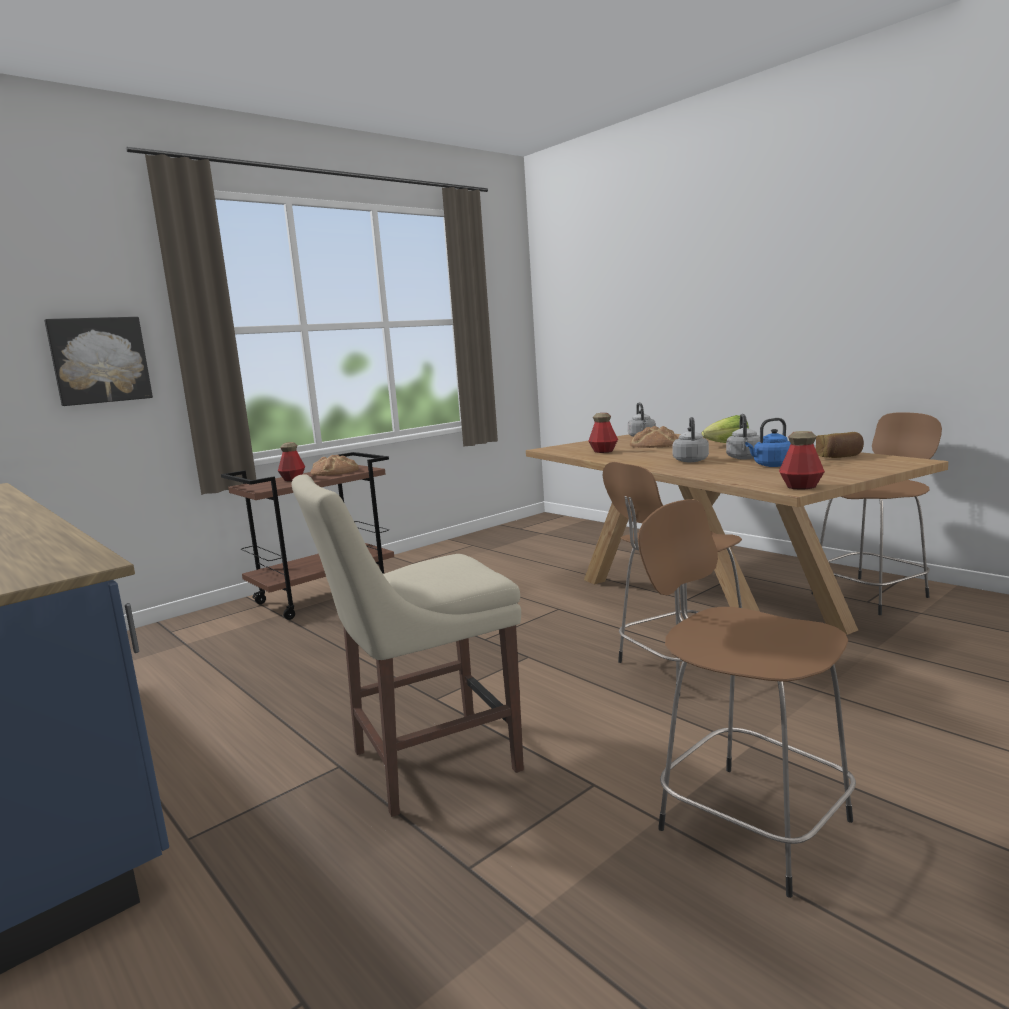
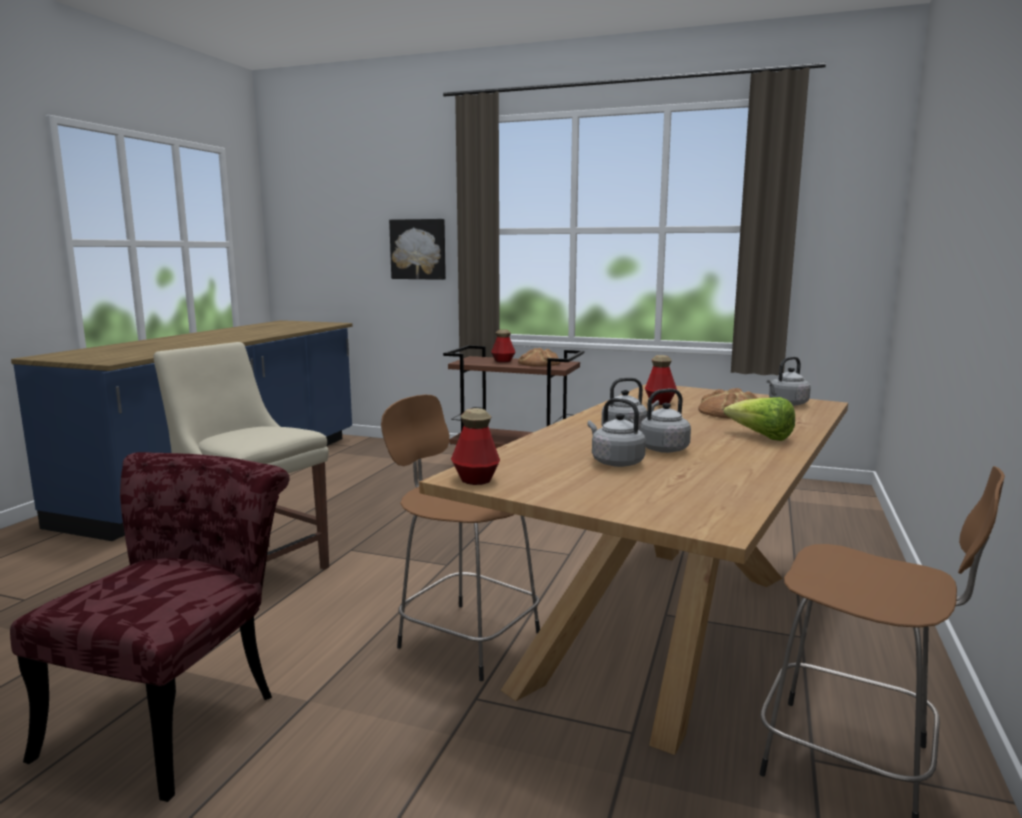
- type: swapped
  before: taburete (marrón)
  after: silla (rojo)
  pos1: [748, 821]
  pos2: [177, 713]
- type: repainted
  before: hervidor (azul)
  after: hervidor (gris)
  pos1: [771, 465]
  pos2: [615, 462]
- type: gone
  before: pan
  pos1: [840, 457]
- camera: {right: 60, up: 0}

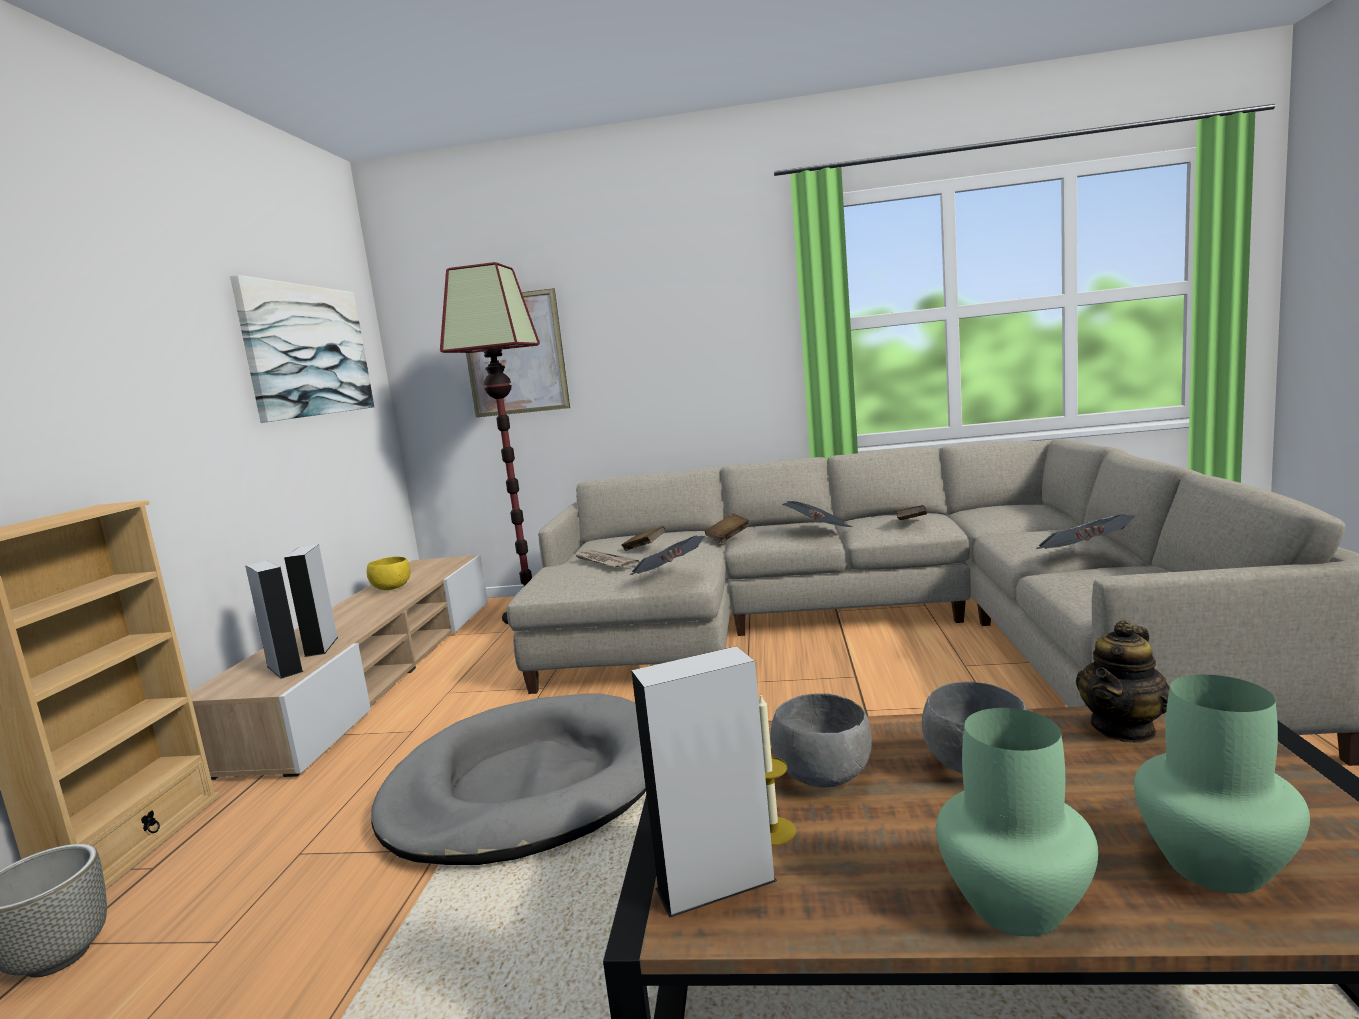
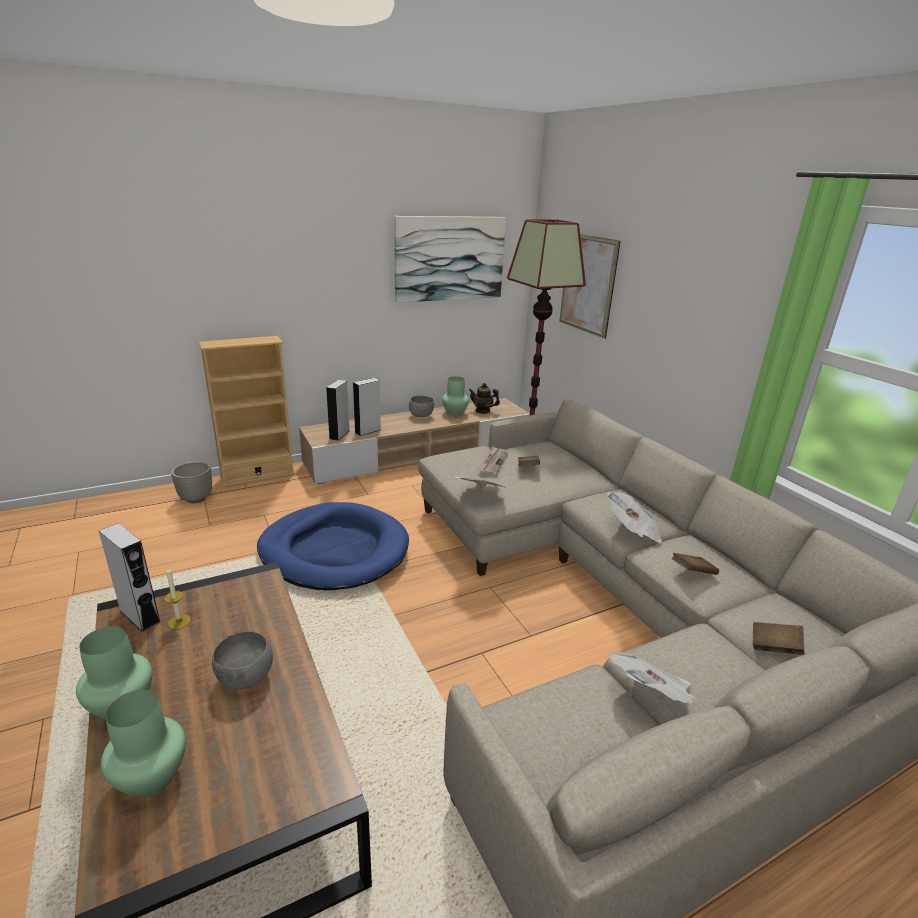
- type: repainted
  before: cama para perro (gris)
  after: cama para perro (azul)
  pos1: [528, 786]
  pos2: [334, 551]
- type: shifted
  before: cuenco (gris)
  pos1: [822, 776]
  pos2: [421, 416]
- type: swapped
  before: cuenco (amarillo)
  after: florero (verde)
  pos1: [391, 588]
  pos2: [455, 413]
- type: shifted
  before: tetera
  pos1: [1124, 728]
  pos2: [483, 411]
- type: shifted
  before: libro (marrón)
  pos1: [728, 538]
  pos2: [774, 647]
- camera: {right: 55, up: 15}

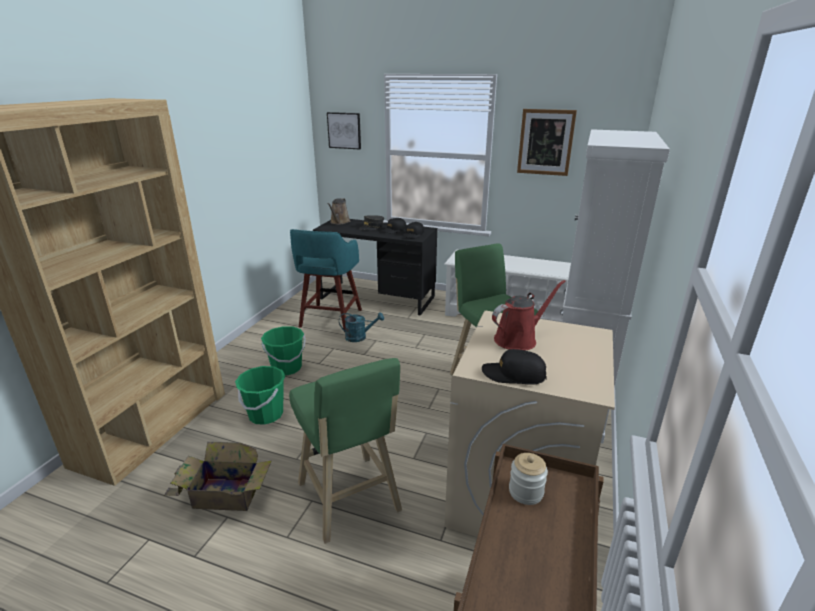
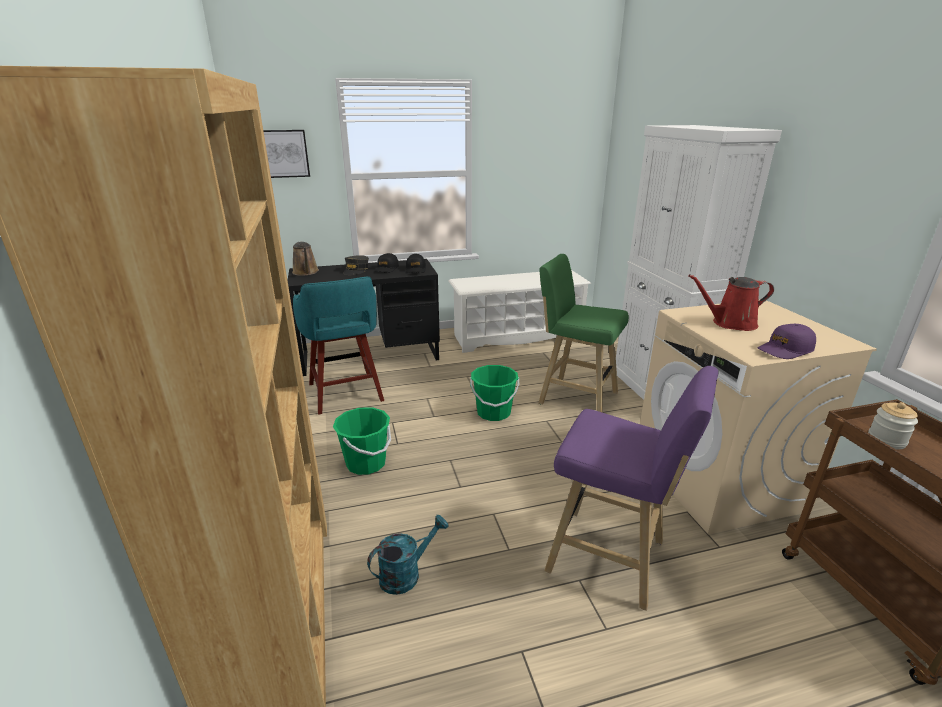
- type: shifted
  before: regadera (turquesa)
  pos1: [360, 337]
  pos2: [406, 573]
- type: shifted
  before: cubo (verde)
  pos1: [265, 414]
  pos2: [493, 413]
- type: repainted
  before: taburete (verde)
  after: taburete (morado)
  pos1: [350, 501]
  pos2: [611, 559]
- type: rotated
  before: regadera (rojo)
  pos1: [518, 339]
  pos2: [730, 323]
  turn: -120
- type: repainted
  before: gorra (negro)
  after: gorra (morado)
  pos1: [513, 374]
  pos2: [785, 350]
- type: gone
  before: caja de cartón
  pos1: [224, 494]
- type: gone
  before: cuadro
  pos1: [545, 142]
- camera: {right: -35, up: 0}

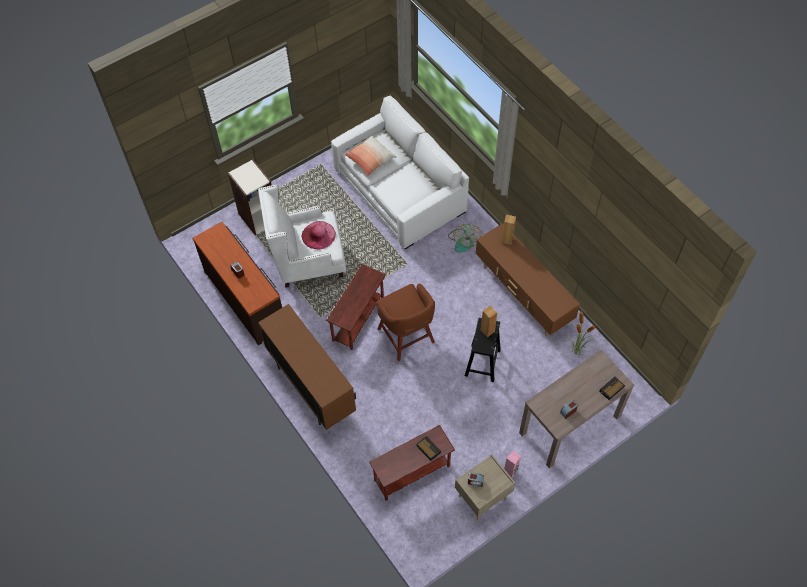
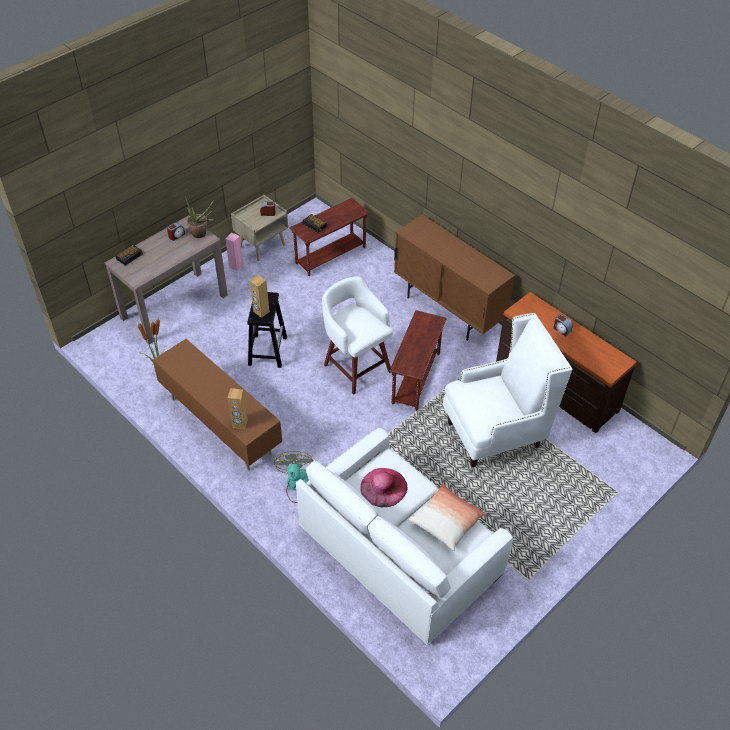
- type: new
  after: planta en maceta
  pos2: [201, 234]
- type: repainted
  before: taburete (marrón)
  after: taburete (blanco)
  pos1: [406, 337]
  pos2: [356, 366]
- type: shifted
  before: sombrero (rosa)
  pos1: [318, 235]
  pos2: [383, 487]
- type: gone
  before: estantería
  pos1: [258, 217]
- camera: {right: 170, up: -10}

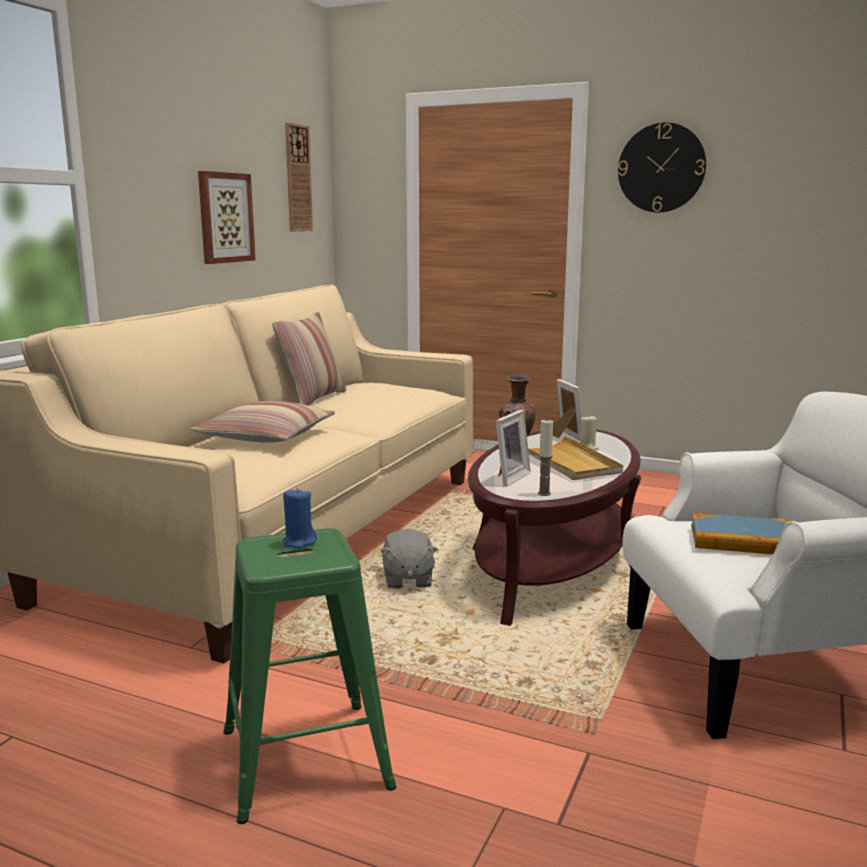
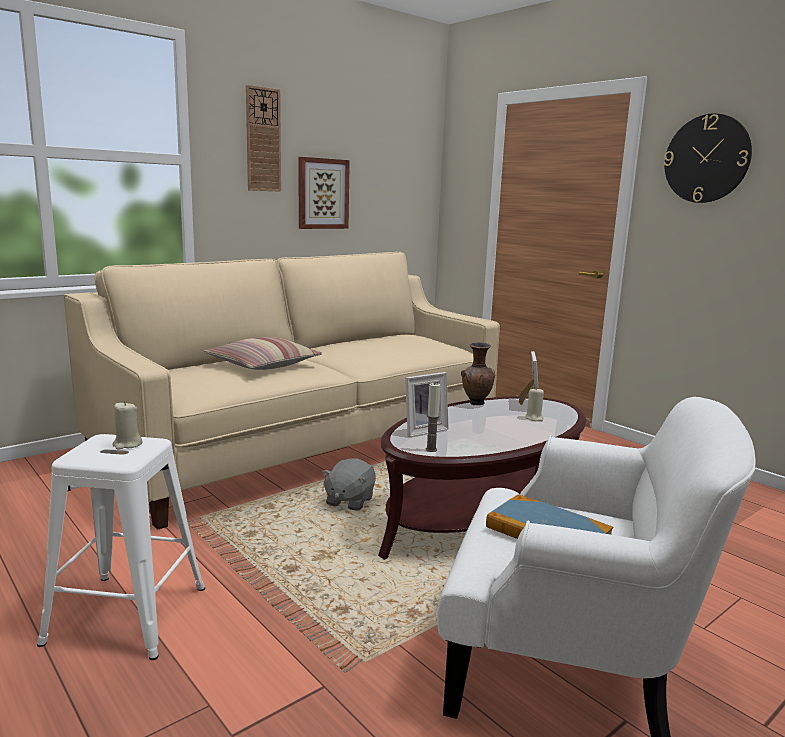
- type: repainted
  before: taburete (verde)
  after: taburete (blanco)
  pos1: [303, 759]
  pos2: [124, 615]
- type: repainted
  before: vela (azul)
  after: vela (beis)
  pos1: [299, 542]
  pos2: [127, 444]
- type: shifted
  before: reloj de pared
  pos1: [298, 178]
  pos2: [263, 140]
- type: gone
  before: cojín
  pos1: [313, 399]
- type: gone
  before: bandeja (beis)
  pos1: [567, 462]
- camera: {right: 25, up: 0}

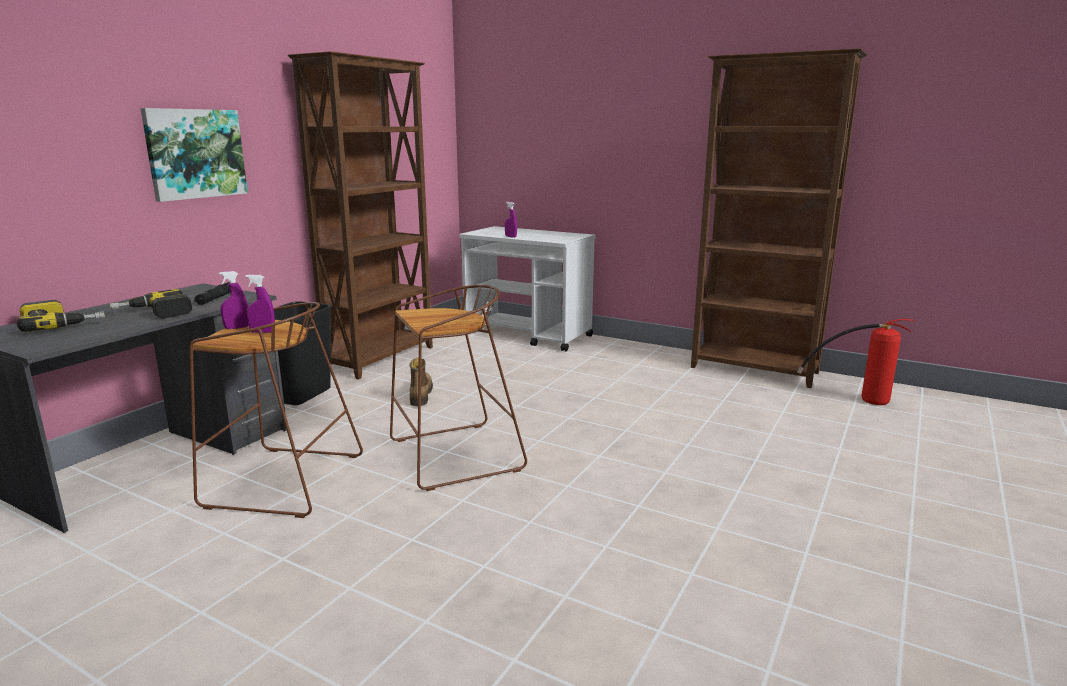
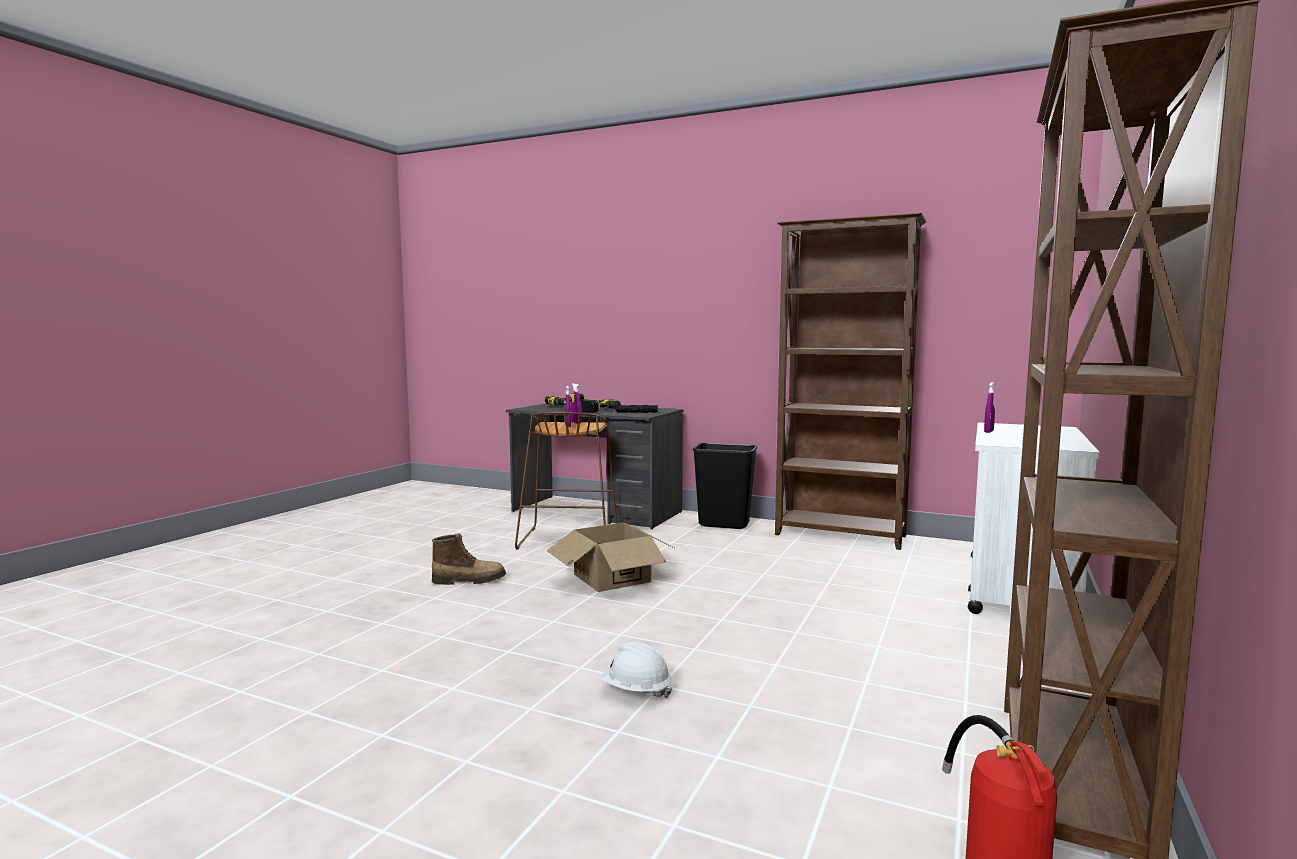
- type: shifted
  before: bota
  pos1: [420, 395]
  pos2: [469, 580]
- type: swapped
  before: taburete (marrón)
  after: caja de cartón
  pos1: [453, 456]
  pos2: [611, 578]
- type: new
  after: casco (blanco)
  pos2: [636, 691]
- type: gone
  before: cuadro
  pos1: [195, 153]
- camera: {right: 85, up: -10}

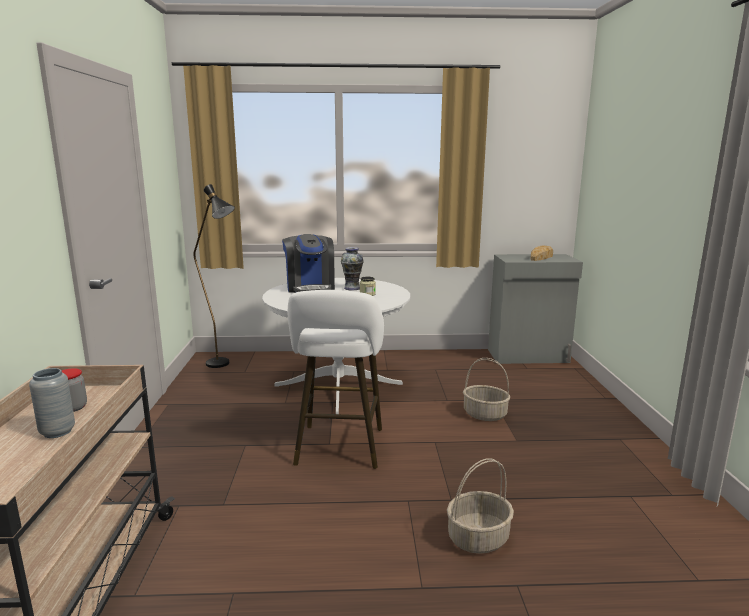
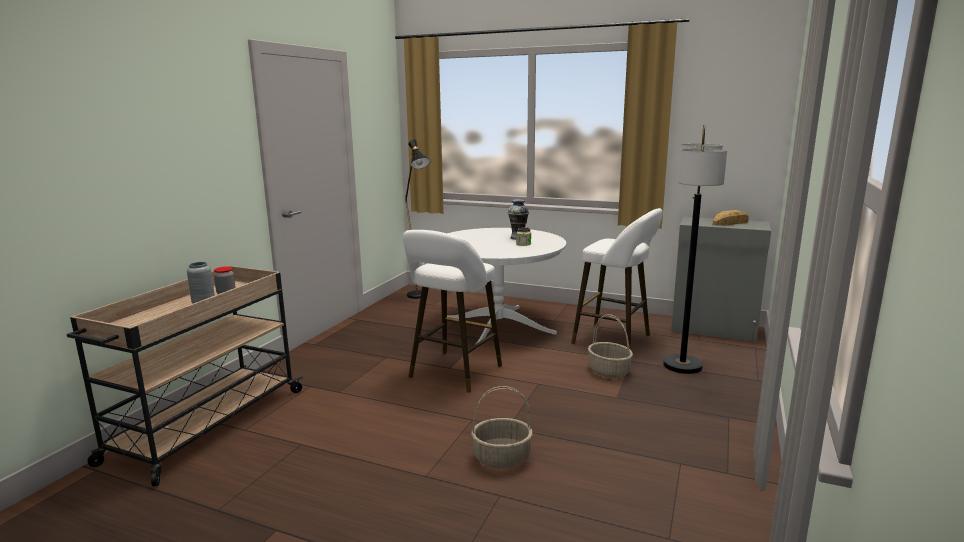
- type: new
  after: taburete (blanco)
  pos2: [616, 340]
- type: new
  after: lámpara de pie
  pos2: [682, 365]
- type: gone
  before: cafetera
  pos1: [310, 288]
- camera: {right: 25, up: 0}

